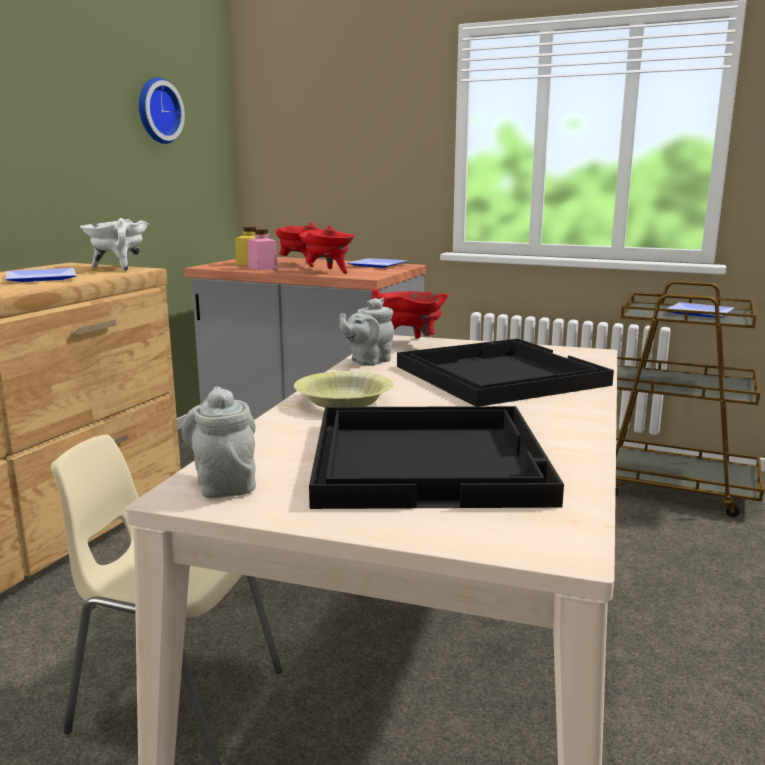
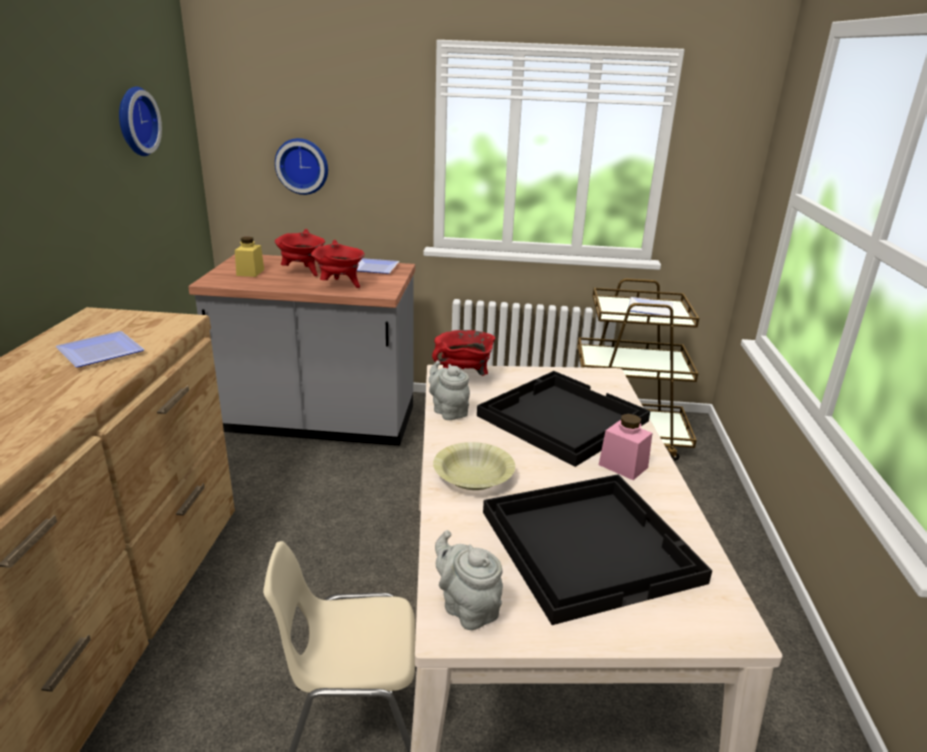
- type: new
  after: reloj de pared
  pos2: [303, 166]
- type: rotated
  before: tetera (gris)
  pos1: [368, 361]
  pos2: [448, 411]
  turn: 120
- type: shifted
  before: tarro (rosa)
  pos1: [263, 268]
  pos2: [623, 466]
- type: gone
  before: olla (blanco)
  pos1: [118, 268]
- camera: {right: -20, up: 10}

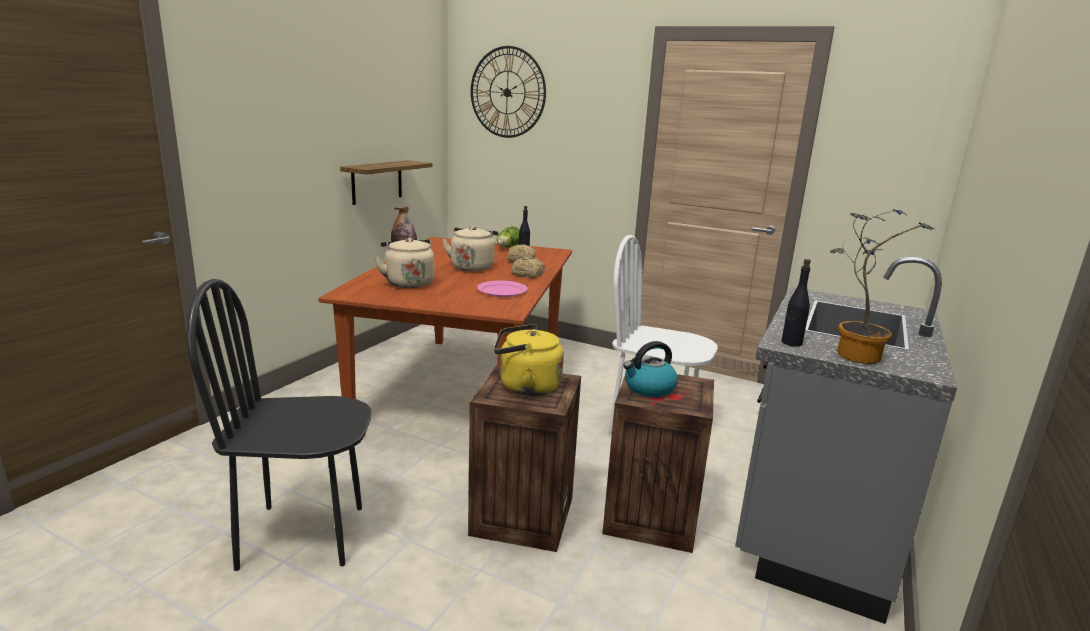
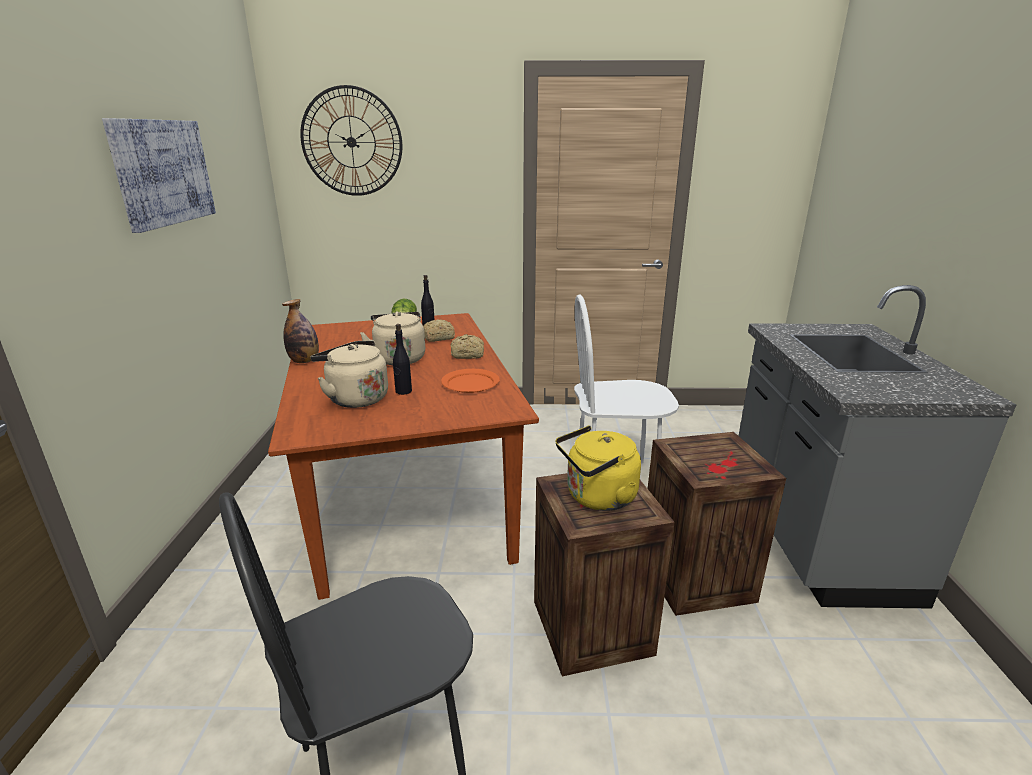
- type: new
  after: cuadro
  pos2: [163, 172]
- type: shifted
  before: botella (negro)
  pos1: [791, 343]
  pos2: [403, 391]
- type: repainted
  before: plato (rosa)
  after: plato (naranja)
  pos1: [502, 291]
  pos2: [471, 383]
- type: gone
  before: estante
  pos1: [377, 182]
- type: gone
  before: hervidor
  pos1: [649, 388]
- type: gone
  before: planta en maceta
  pos1: [853, 353]
- camera: {right: -25, up: 5}

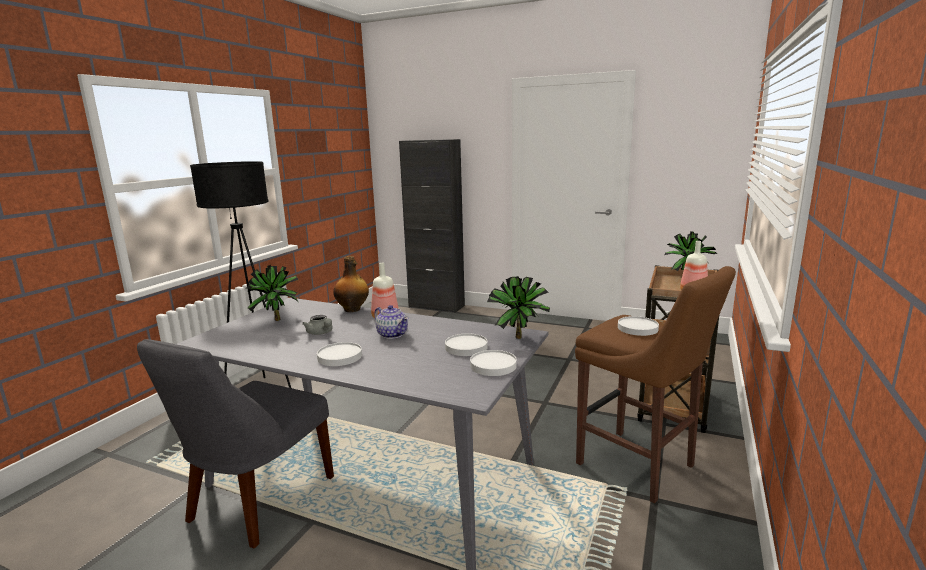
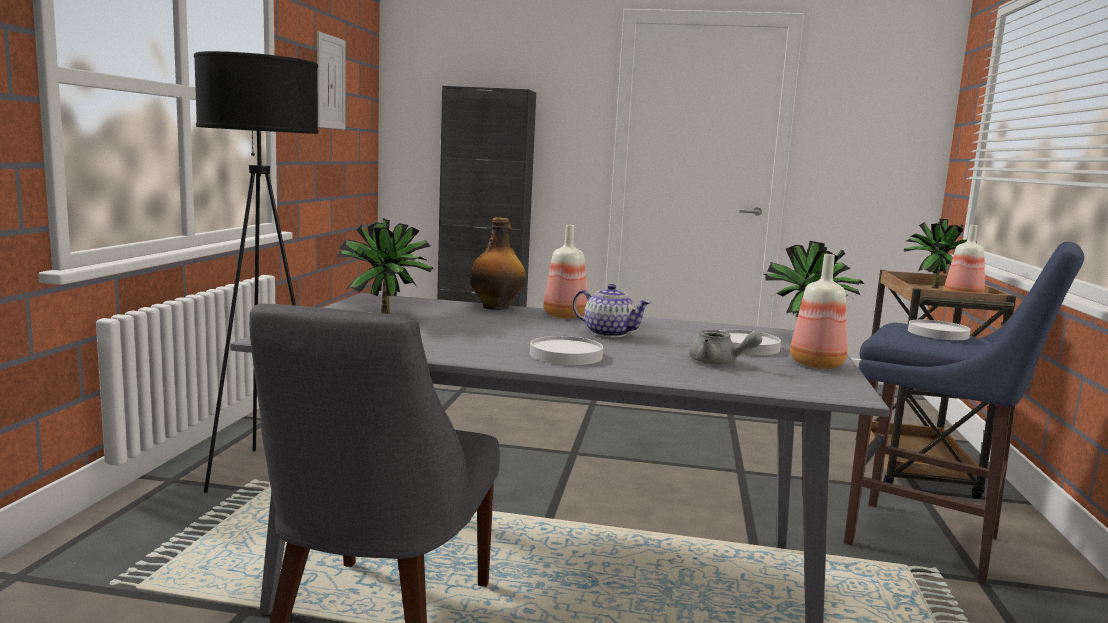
- type: new
  after: cuadro
  pos2: [331, 82]
- type: shifted
  before: tetera (gris)
  pos1: [321, 333]
  pos2: [719, 363]
- type: swapped
  before: plato (blanco)
  after: botella
  pos1: [493, 365]
  pos2: [818, 364]
- type: repainted
  before: taburete (marrón)
  after: taburete (azul)
  pos1: [640, 467]
  pos2: [931, 543]
- camera: {right: -15, up: -5}

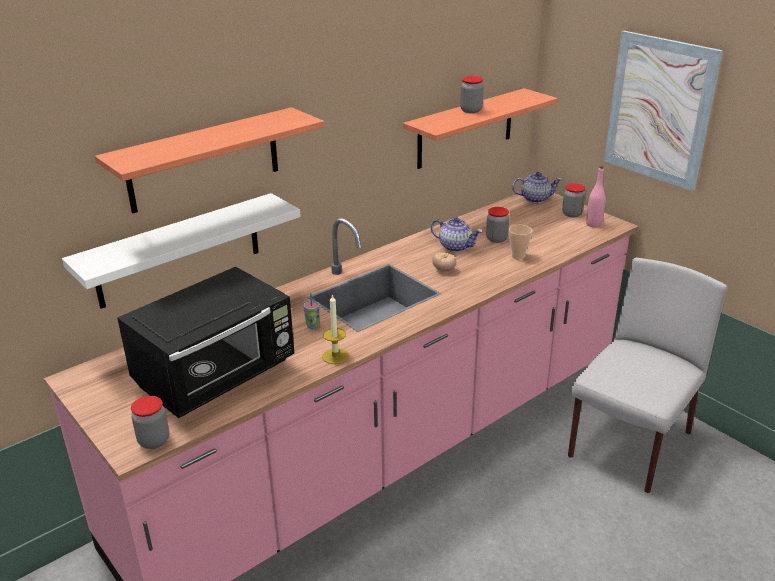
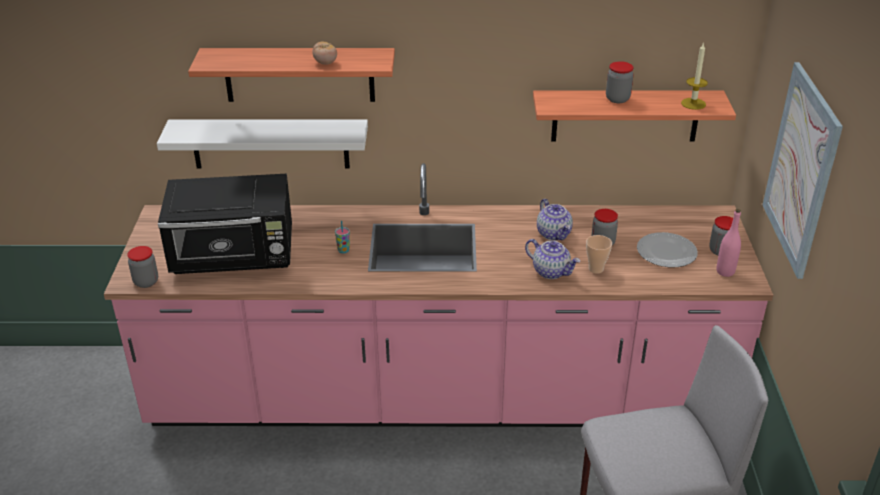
- type: shifted
  before: tomate
  pos1: [444, 270]
  pos2: [325, 63]
- type: shifted
  before: tetera
  pos1: [535, 199]
  pos2: [551, 271]
- type: new
  after: plato
  pos2: [667, 252]
- type: shifted
  before: vela
  pos1: [335, 356]
  pos2: [693, 103]
- camera: {right: 40, up: 5}

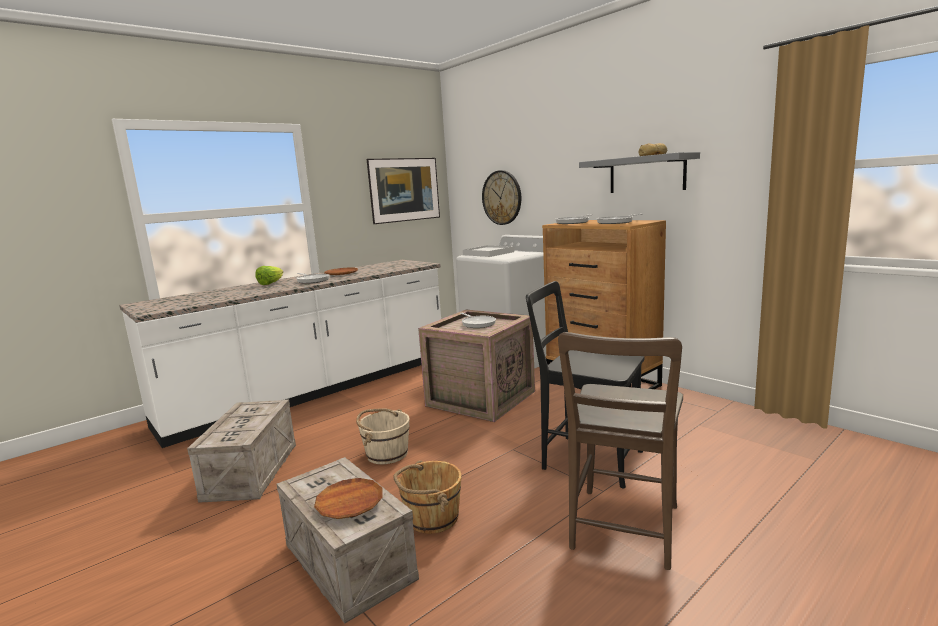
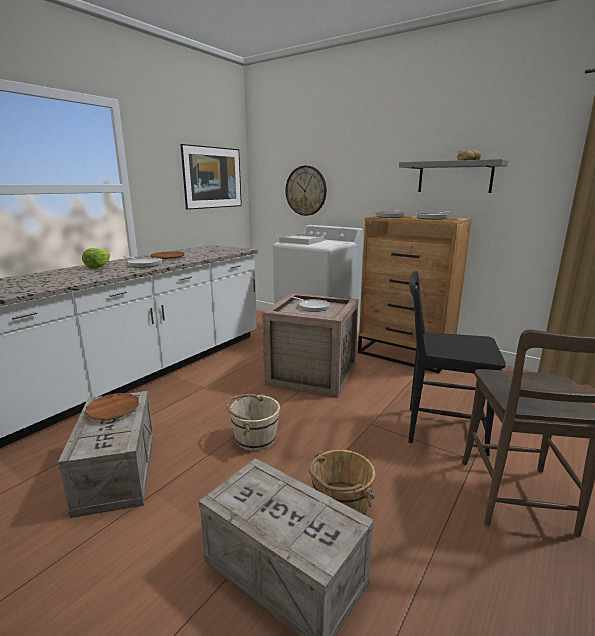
- type: shifted
  before: plato (marrón)
  pos1: [349, 502]
  pos2: [113, 409]
- camera: {right: -15, up: 5}

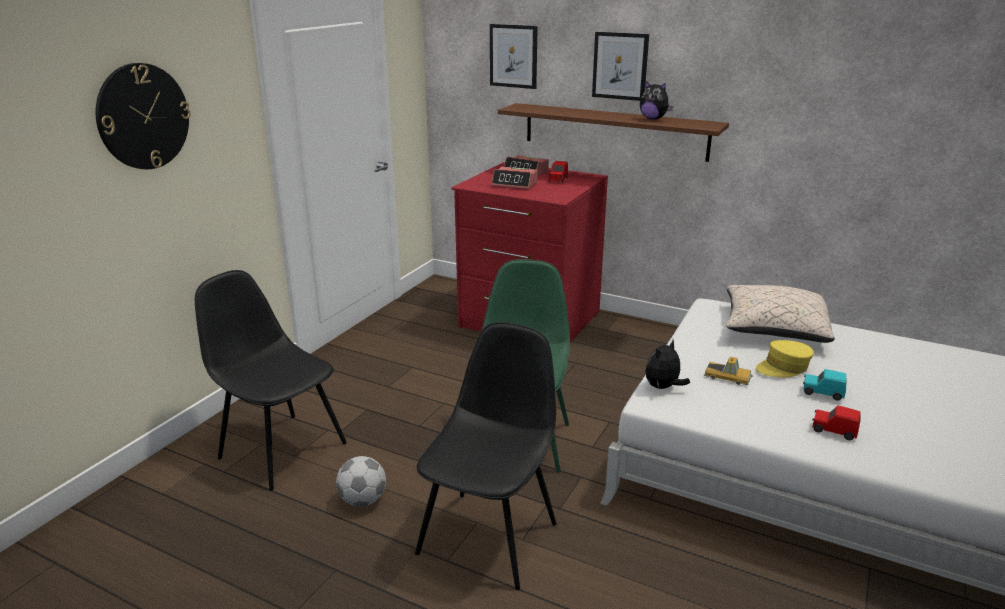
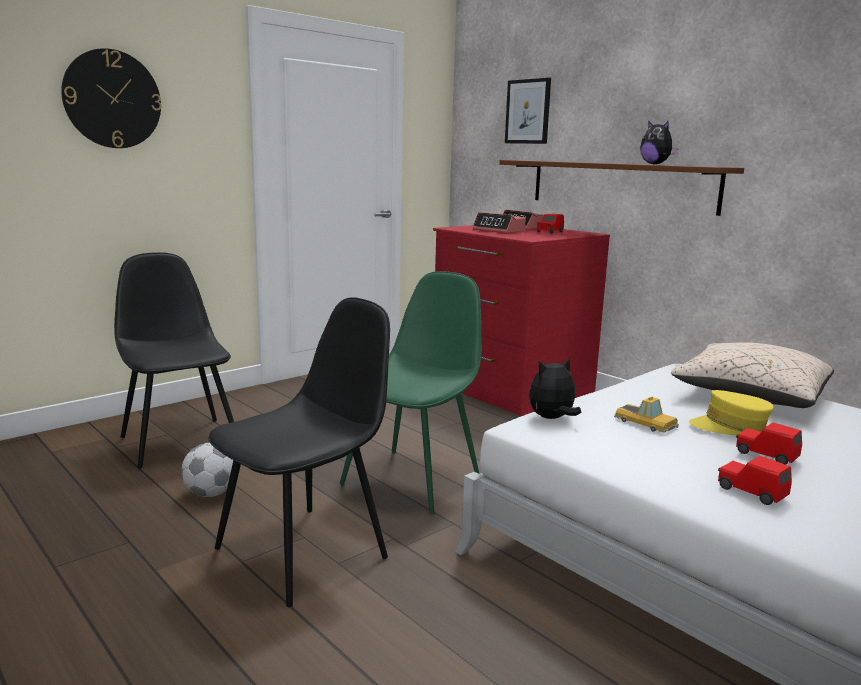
- type: repainted
  before: coche de juguete (turquesa)
  after: coche de juguete (rojo)
  pos1: [822, 392]
  pos2: [766, 455]
- type: gone
  before: cuadro
  pos1: [620, 66]
- camera: {right: 20, up: -10}

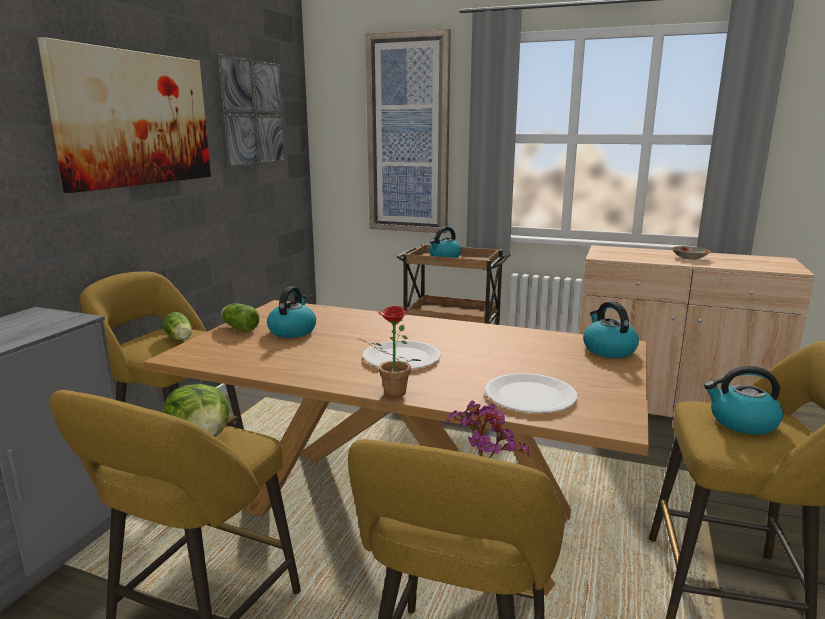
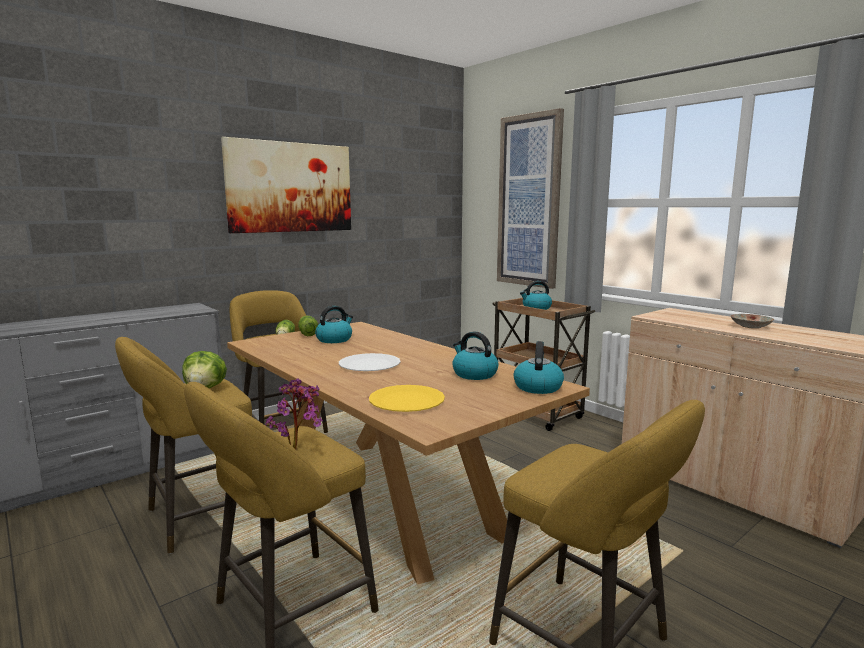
- type: repainted
  before: plato (blanco)
  after: plato (amarillo)
  pos1: [530, 395]
  pos2: [407, 401]
- type: shifted
  before: hervidor
  pos1: [741, 422]
  pos2: [474, 374]
- type: gone
  before: cuadro
  pos1: [251, 113]
- type: gone
  before: planta en maceta
  pos1: [390, 393]
- camera: {right: 30, up: -5}

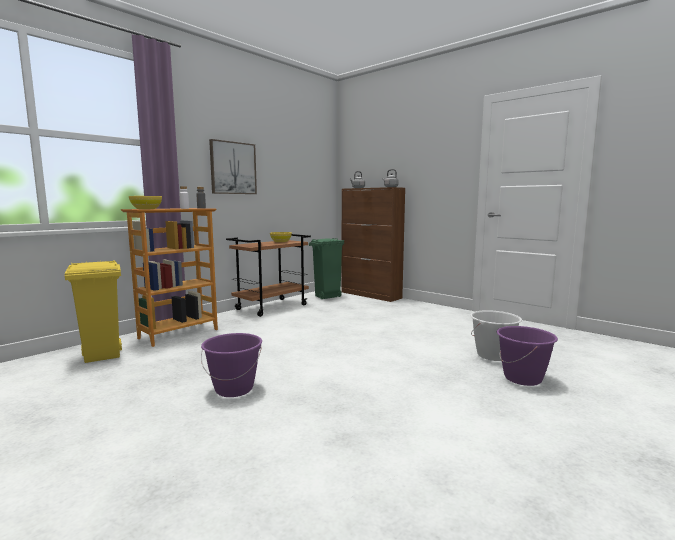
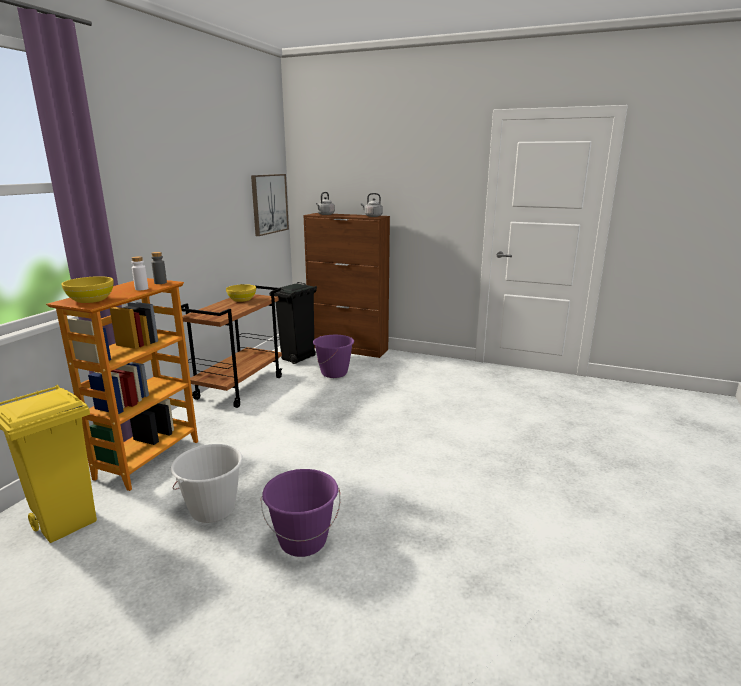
- type: shifted
  before: cubo (blanco)
  pos1: [493, 355]
  pos2: [213, 510]
- type: shifted
  before: cuadro
  pos1: [233, 168]
  pos2: [269, 204]
- type: repainted
  before: papelera (verde)
  after: papelera (negro)
  pos1: [327, 297]
  pos2: [297, 358]
- type: shifted
  before: cubo (morado)
  pos1: [523, 378]
  pos2: [334, 373]
- camera: {right: -20, up: 10}

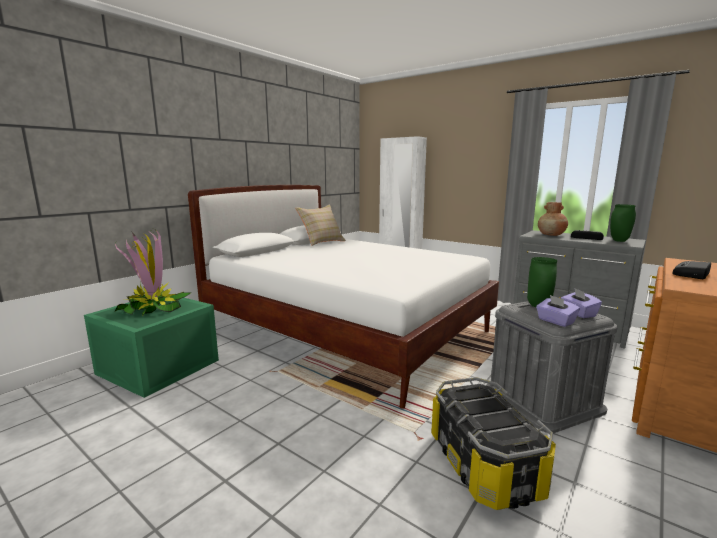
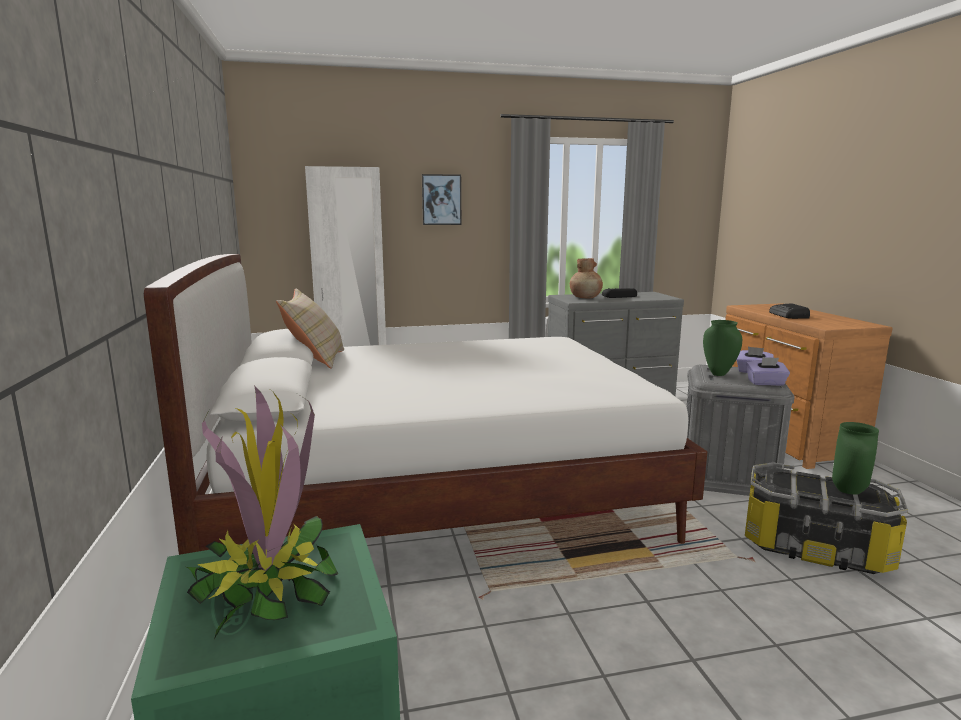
- type: new
  after: cuadro
  pos2: [441, 199]
- type: shifted
  before: florero (verde)
  pos1: [618, 240]
  pos2: [847, 490]
- camera: {right: -50, up: 0}

